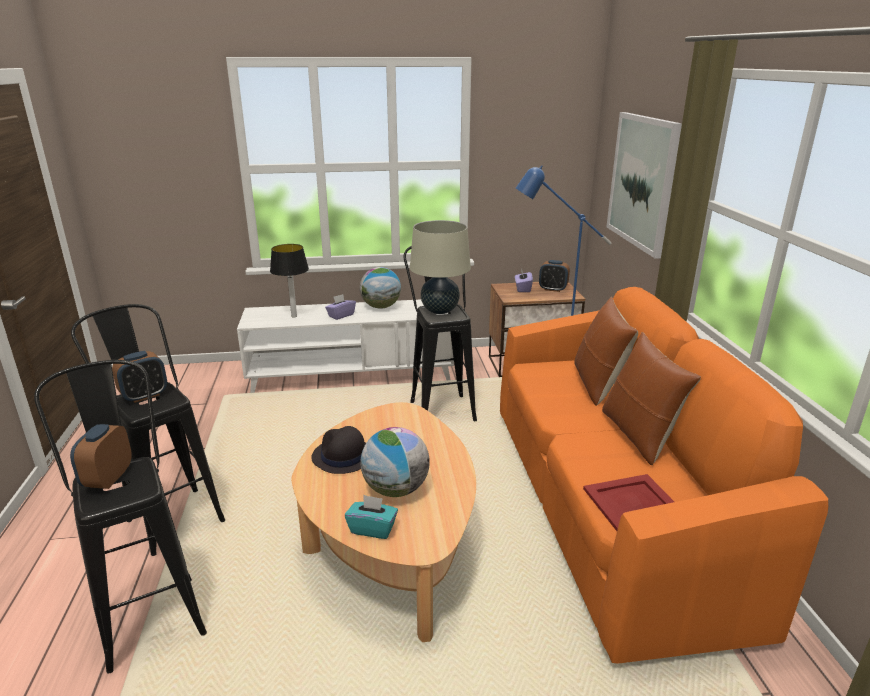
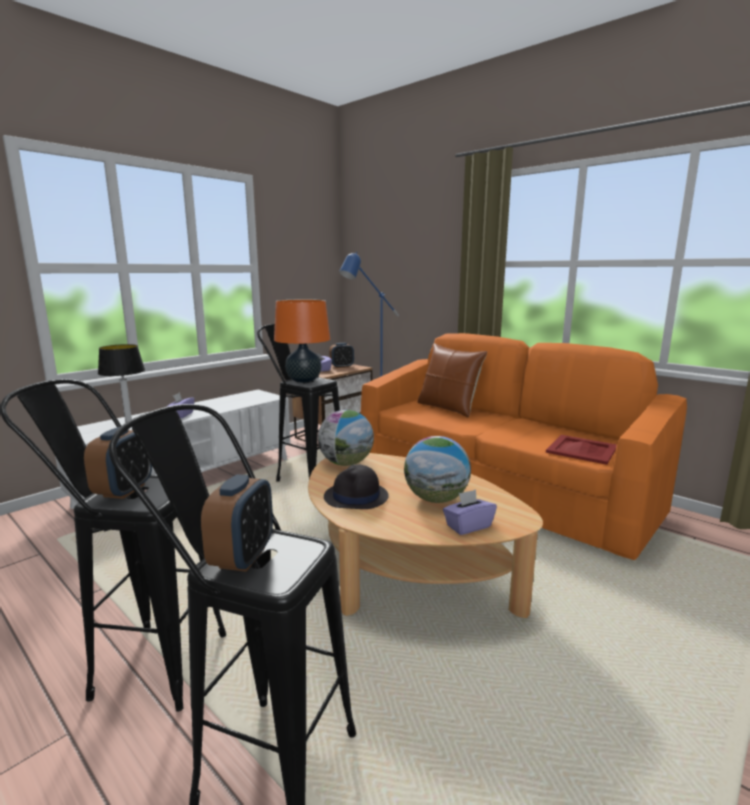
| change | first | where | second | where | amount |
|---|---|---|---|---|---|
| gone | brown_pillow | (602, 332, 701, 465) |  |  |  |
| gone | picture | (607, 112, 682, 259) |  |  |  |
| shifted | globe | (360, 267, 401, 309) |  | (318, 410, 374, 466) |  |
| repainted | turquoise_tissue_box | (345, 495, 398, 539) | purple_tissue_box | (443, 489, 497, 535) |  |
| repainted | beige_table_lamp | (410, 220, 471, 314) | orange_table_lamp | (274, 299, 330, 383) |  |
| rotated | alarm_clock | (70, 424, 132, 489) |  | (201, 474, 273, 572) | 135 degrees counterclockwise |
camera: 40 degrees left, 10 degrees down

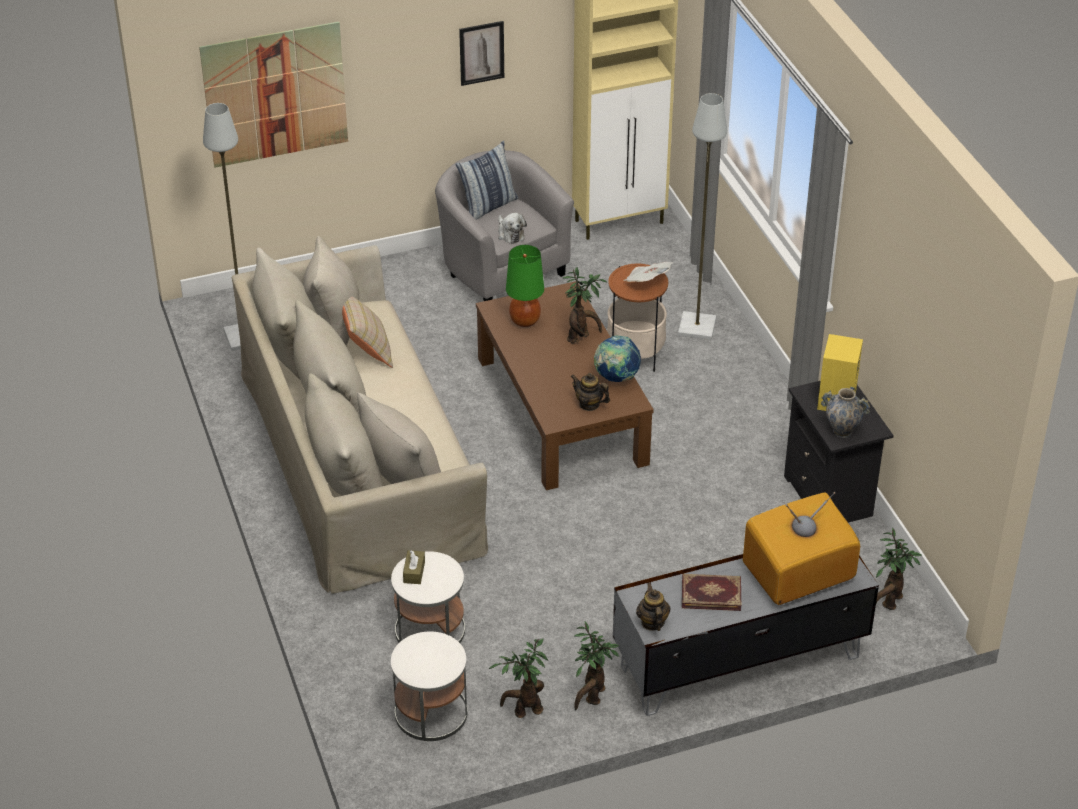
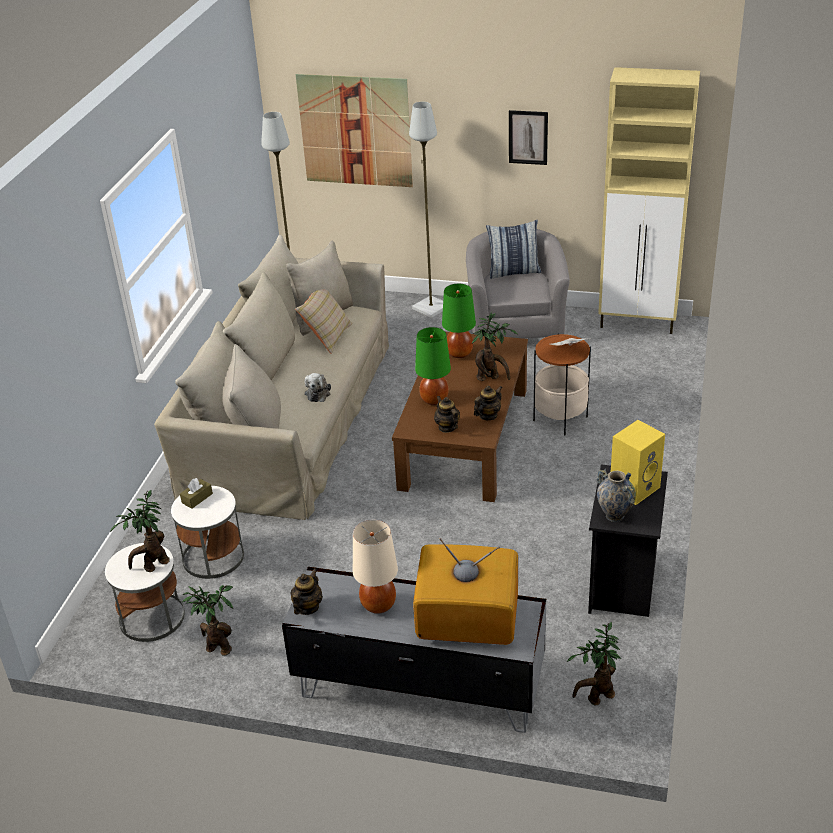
| change | first | where | second | where | amount |
|---|---|---|---|---|---|
| new |  |  | green_table_lamp | (415, 327, 451, 405) |  |
| shifted | plush_toy | (498, 213, 527, 244) |  | (305, 373, 331, 402) |  |
| shifted | potted_plant | (574, 621, 620, 711) |  | (110, 490, 170, 572) |  |
| shifted | grey_floor_lamp | (678, 93, 727, 340) |  | (409, 102, 443, 318) |  |
| swapped | globe | (594, 336, 641, 382) | teapot | (474, 386, 503, 420) |  |
| swapped | book | (682, 574, 741, 611) | beige_table_lamp | (353, 520, 398, 614) |  |
camera: 35 degrees right, 5 degrees down

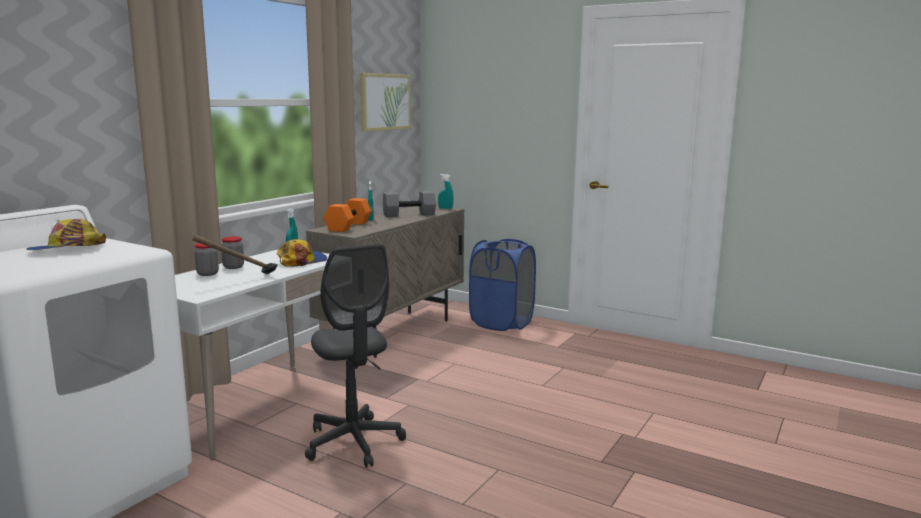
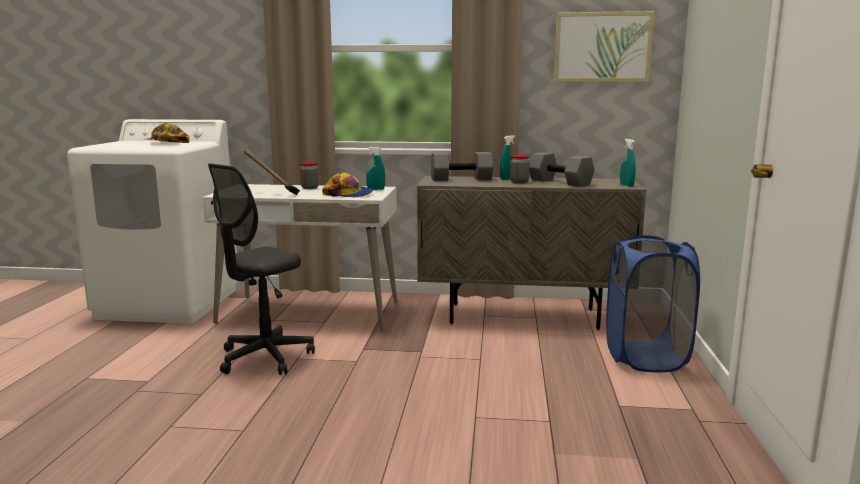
| change | first | where | second | where | amount |
|---|---|---|---|---|---|
| shifted | jar | (194, 243, 219, 276) |  | (510, 155, 530, 184) |  |
| repainted | orange_dumbbell | (323, 198, 372, 232) | grey_dumbbell | (431, 152, 493, 181) |  |
camera: 65 degrees right, 0 degrees up

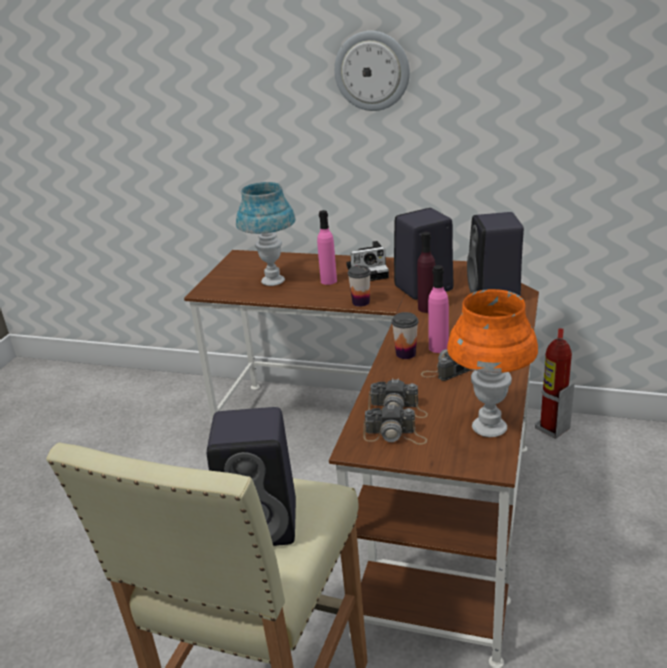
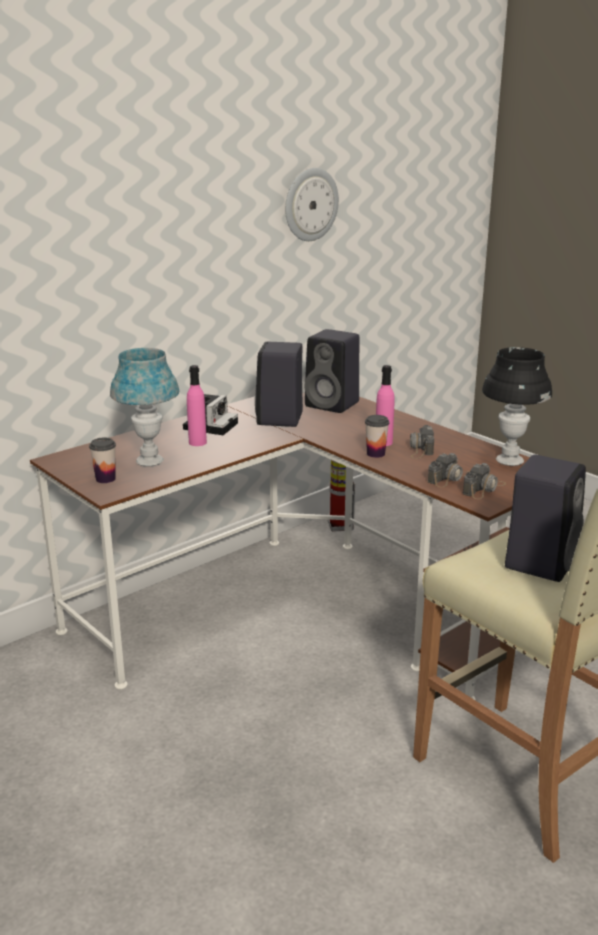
| change | first | where | second | where | amount |
|---|---|---|---|---|---|
| gone | purple_bottle | (417, 232, 436, 313) |  |  |  |
| shifted | wall_clock | (334, 31, 410, 111) |  | (285, 168, 339, 241) |  |
| shifted | cup | (348, 265, 371, 307) |  | (89, 438, 116, 483) |  |
| repainted | orange_table_lamp | (447, 289, 538, 437) | black_table_lamp | (482, 347, 552, 466) |  |
camera: 60 degrees left, 5 degrees down

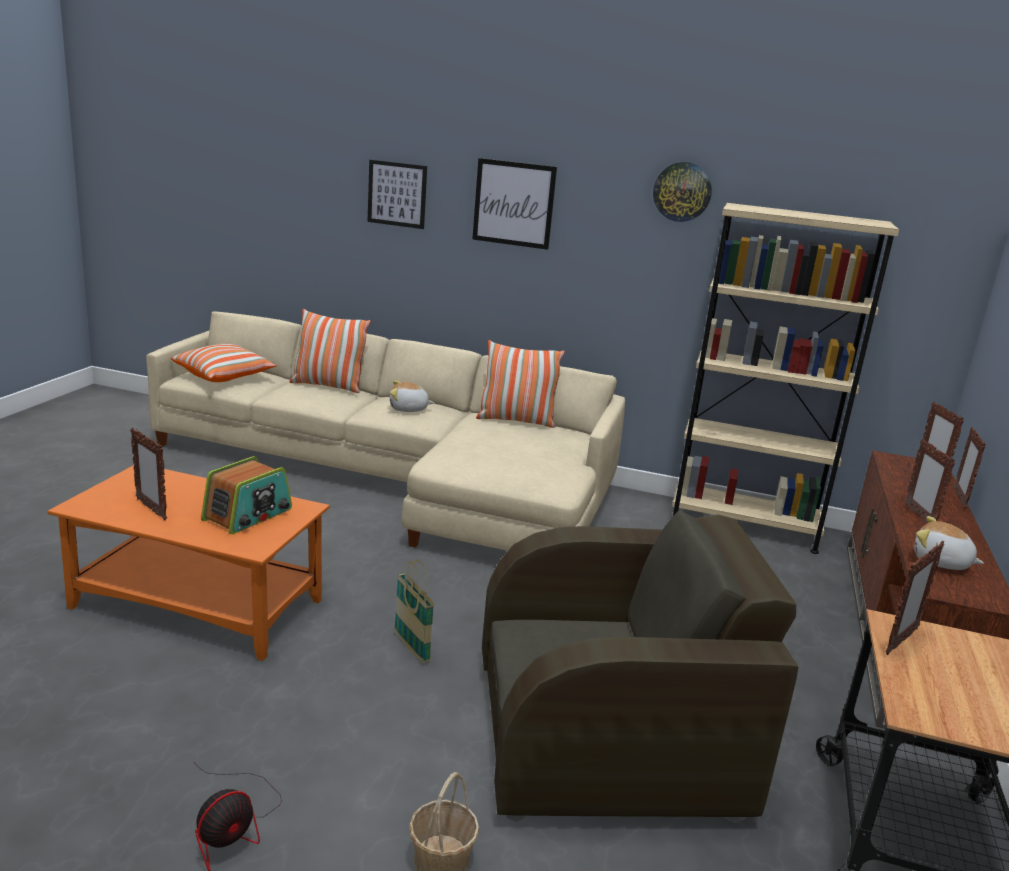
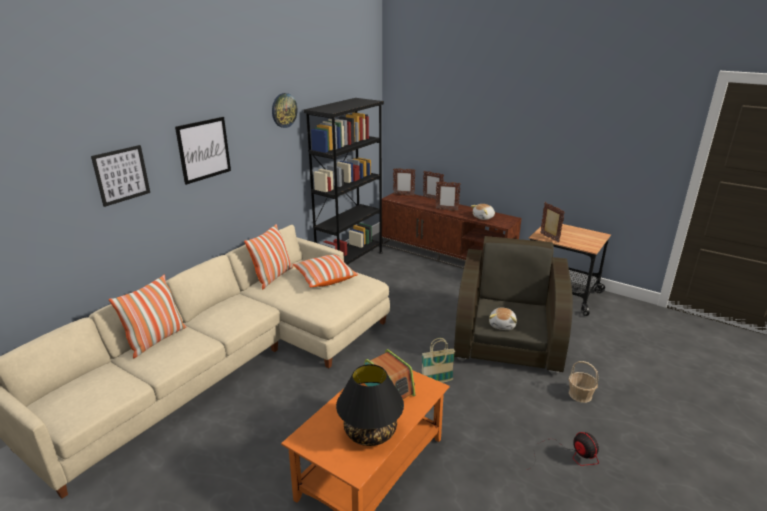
| change | first | where | second | where | amount |
|---|---|---|---|---|---|
| shifted | pillow | (171, 344, 277, 382) |  | (293, 254, 358, 287) |  |
| shifted | plush_toy | (390, 380, 434, 412) |  | (489, 308, 517, 330) |  |
| swapped | picture_frame | (130, 428, 167, 520) | black_table_lamp | (336, 364, 404, 446) |  |
| repainted | beige_bookcase | (672, 203, 899, 554) | black_bookcase | (304, 98, 384, 265) |  |
camera: 70 degrees left, 5 degrees up

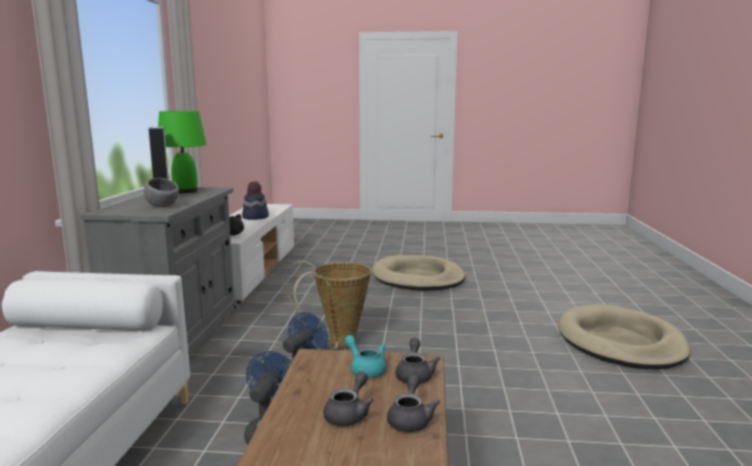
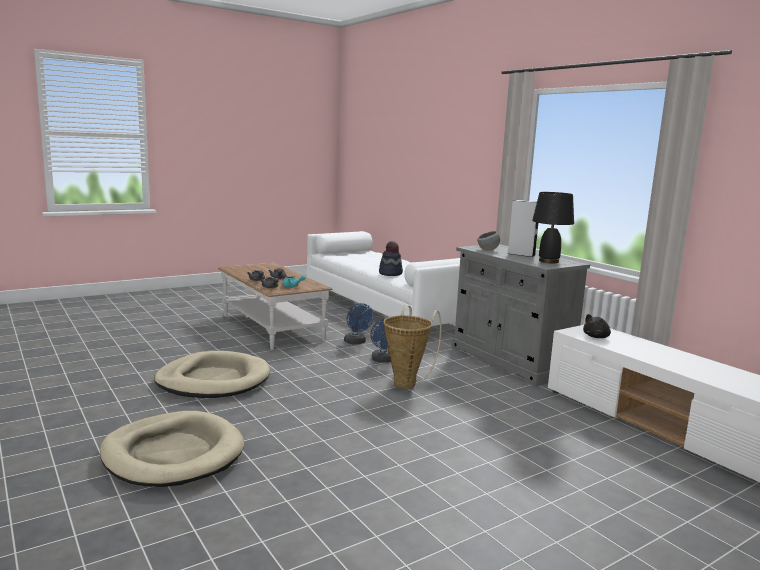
| change | first | where | second | where | amount |
|---|---|---|---|---|---|
| shifted | hat | (242, 182, 269, 220) |  | (379, 241, 403, 276) |  |
| shifted | beige_dog_bed | (372, 255, 465, 291) |  | (154, 351, 270, 398) |  |
| repainted | green_table_lamp | (158, 111, 207, 193) | black_table_lamp | (532, 192, 574, 263) |  |
camera: 140 degrees right, 0 degrees up

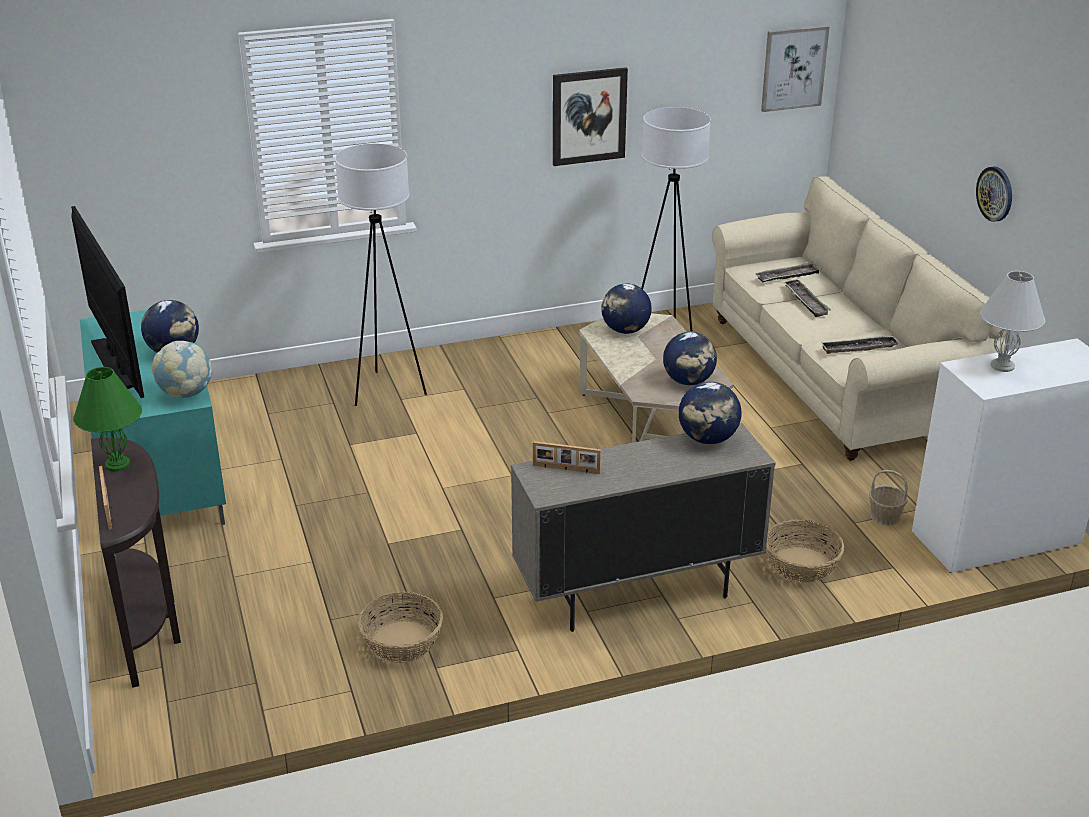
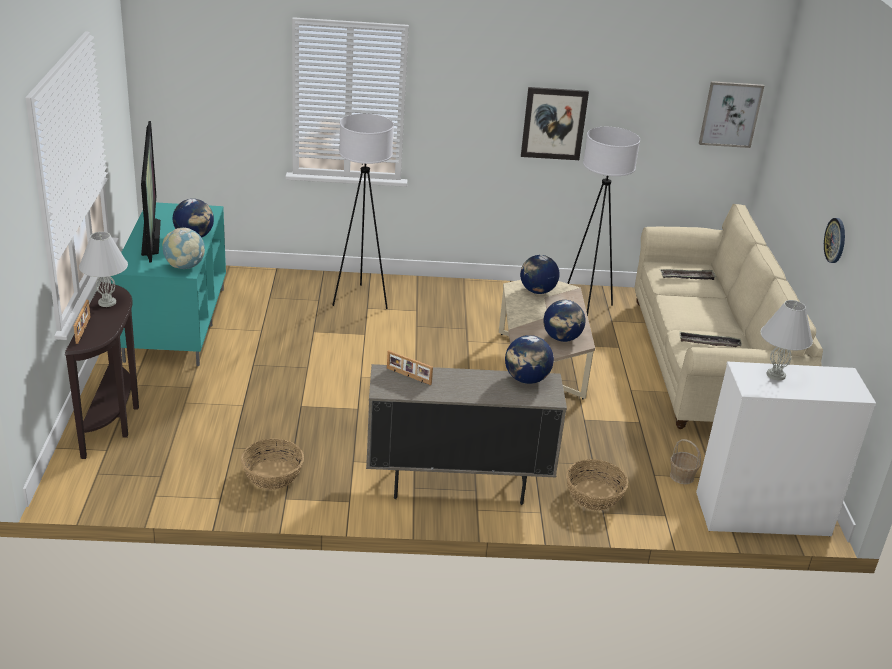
| change | first | where | second | where | amount |
|---|---|---|---|---|---|
| gone | tray | (783, 279, 831, 317) |  |  |  |
| repainted | green_table_lamp | (73, 367, 142, 472) | white_table_lamp | (79, 232, 128, 307) |  |
camera: 15 degrees right, 0 degrees up

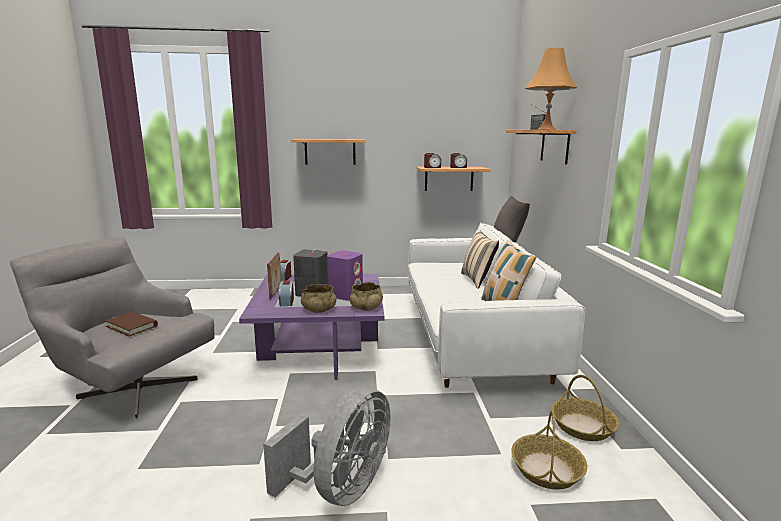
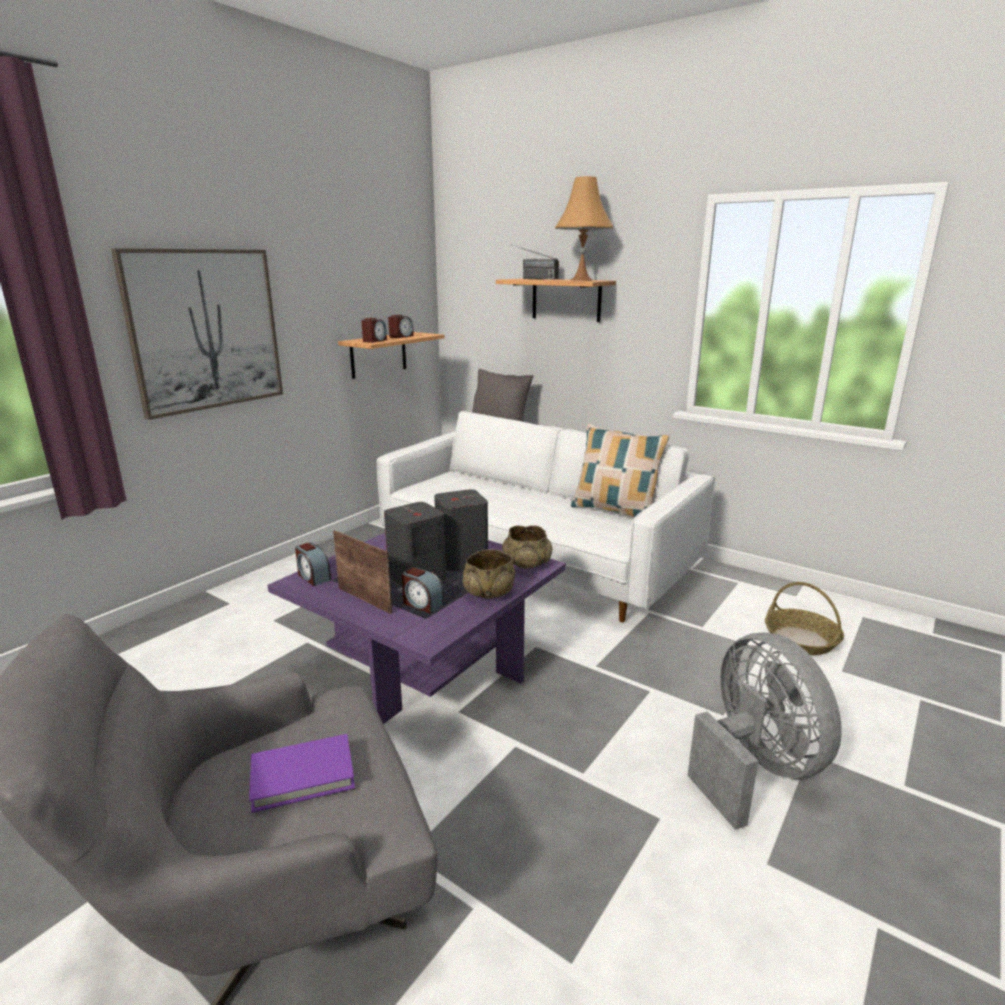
| change | first | where | second | where | amount |
|---|---|---|---|---|---|
| gone | beige_pillow | (461, 230, 499, 289) |  |  |  |
| gone | basket | (551, 375, 619, 441) |  |  |  |
| swapped | shelf | (291, 139, 365, 165) | picture | (111, 248, 283, 420) |  |
| repainted | brown_book | (105, 312, 158, 337) | purple_book | (249, 734, 355, 813) |  |
| repainted | purple_speaker | (327, 250, 363, 301) | grey_speaker | (434, 489, 488, 571) |  |
camera: 50 degrees left, 5 degrees up

